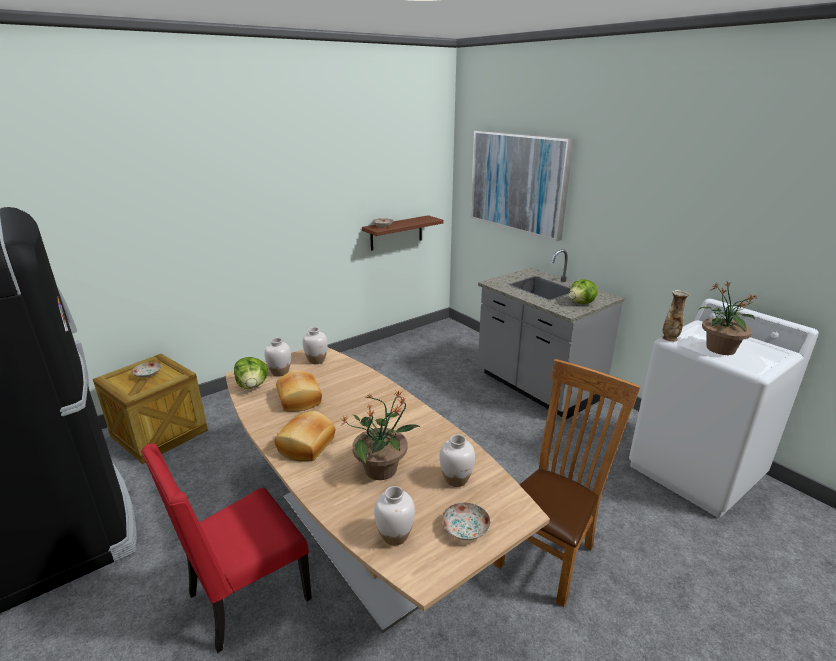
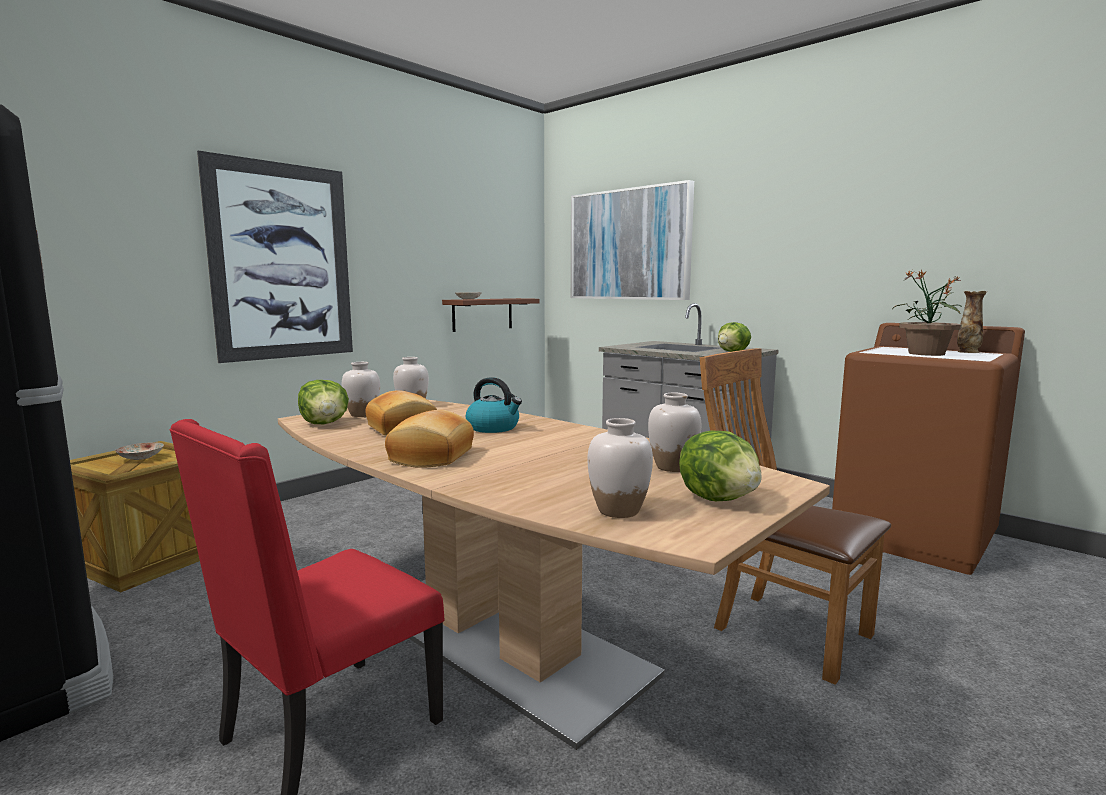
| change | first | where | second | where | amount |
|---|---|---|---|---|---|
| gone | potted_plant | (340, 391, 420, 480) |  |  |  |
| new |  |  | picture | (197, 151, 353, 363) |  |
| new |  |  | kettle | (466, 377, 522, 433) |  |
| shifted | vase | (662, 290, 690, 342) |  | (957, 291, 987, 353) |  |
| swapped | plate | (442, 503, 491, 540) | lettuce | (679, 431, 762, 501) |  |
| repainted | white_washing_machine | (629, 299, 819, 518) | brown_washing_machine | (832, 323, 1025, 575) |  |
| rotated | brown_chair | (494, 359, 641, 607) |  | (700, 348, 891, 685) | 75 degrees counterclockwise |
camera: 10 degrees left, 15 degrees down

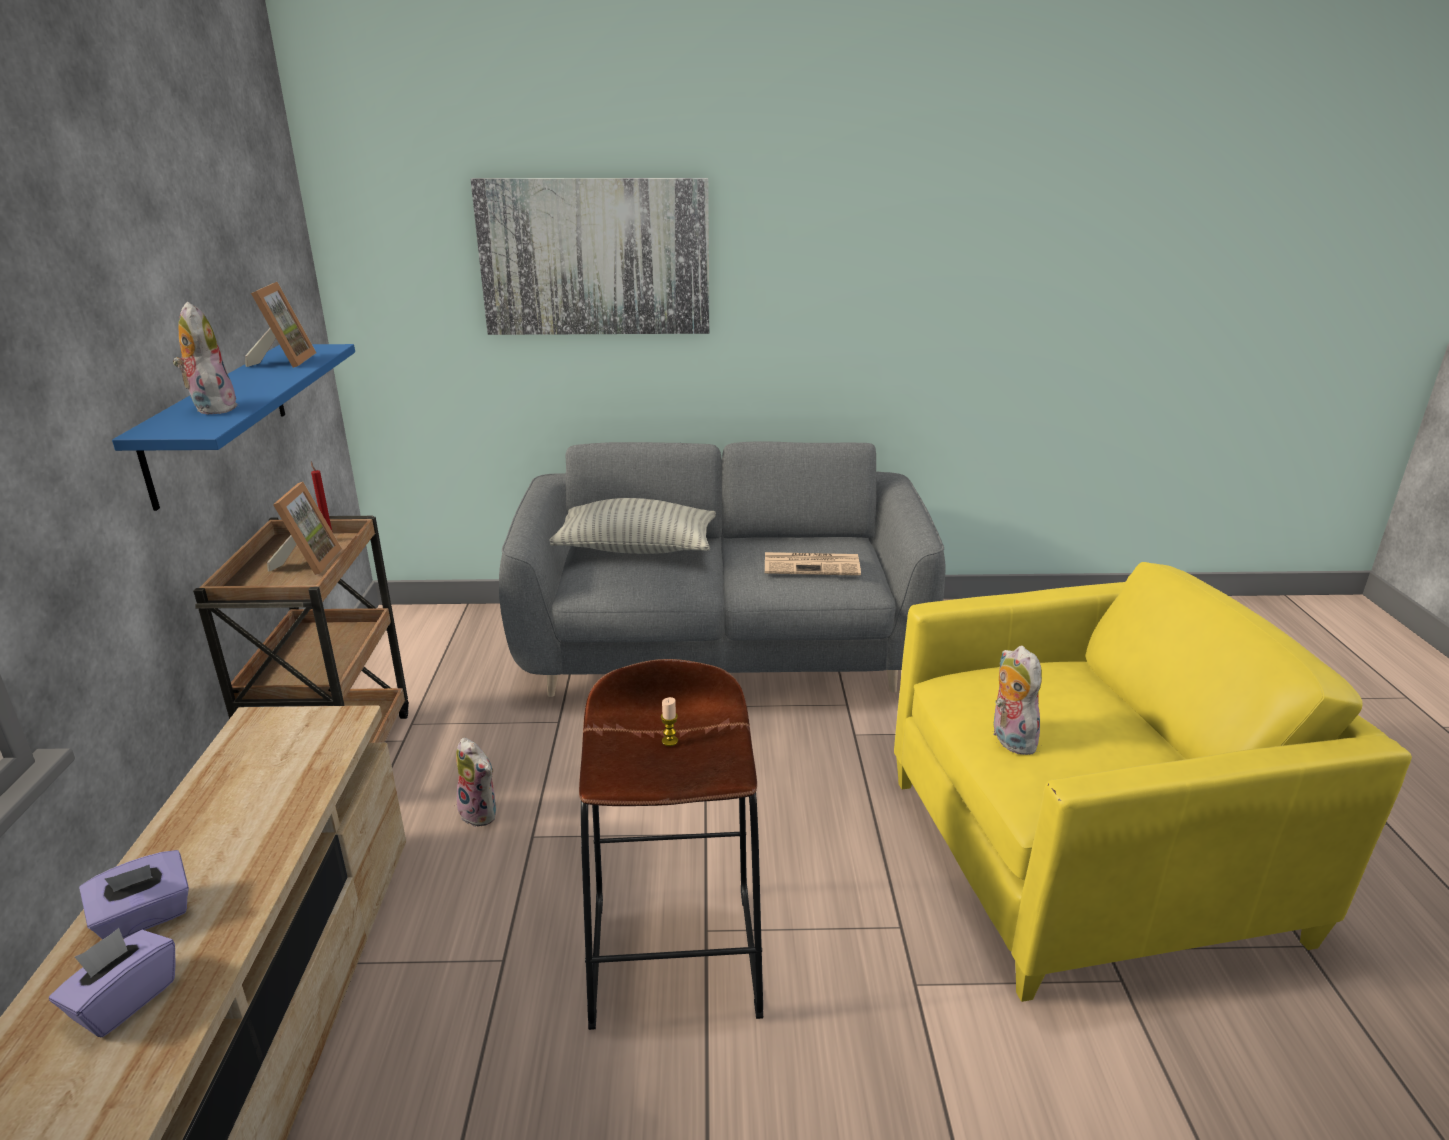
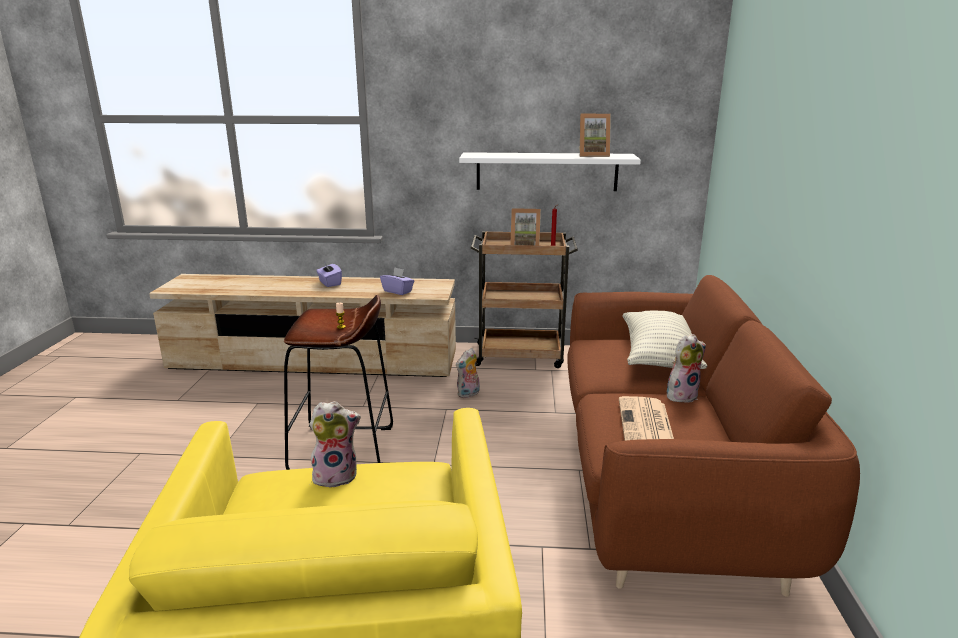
| change | first | where | second | where | amount |
|---|---|---|---|---|---|
| gone | picture | (471, 178, 709, 335) |  |  |  |
| shifted | purple_tissue_box | (49, 928, 176, 1037) |  | (380, 267, 414, 295) |  |
| shifted | plush_toy | (173, 302, 238, 415) |  | (667, 334, 706, 403) |  |
| repainted | blue_shelf | (112, 344, 355, 511) | white_shelf | (459, 152, 641, 191) |  |
| repainted | grey_sofa | (499, 441, 946, 697) | brown_sofa | (567, 275, 860, 597) |  |
camera: 95 degrees right, 5 degrees down

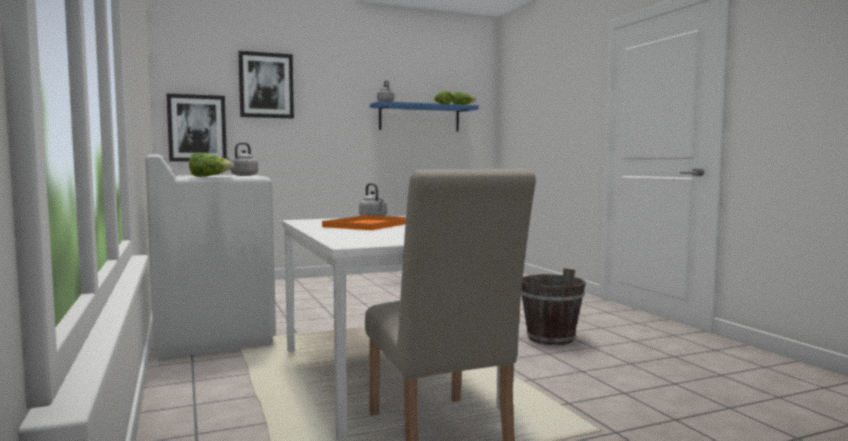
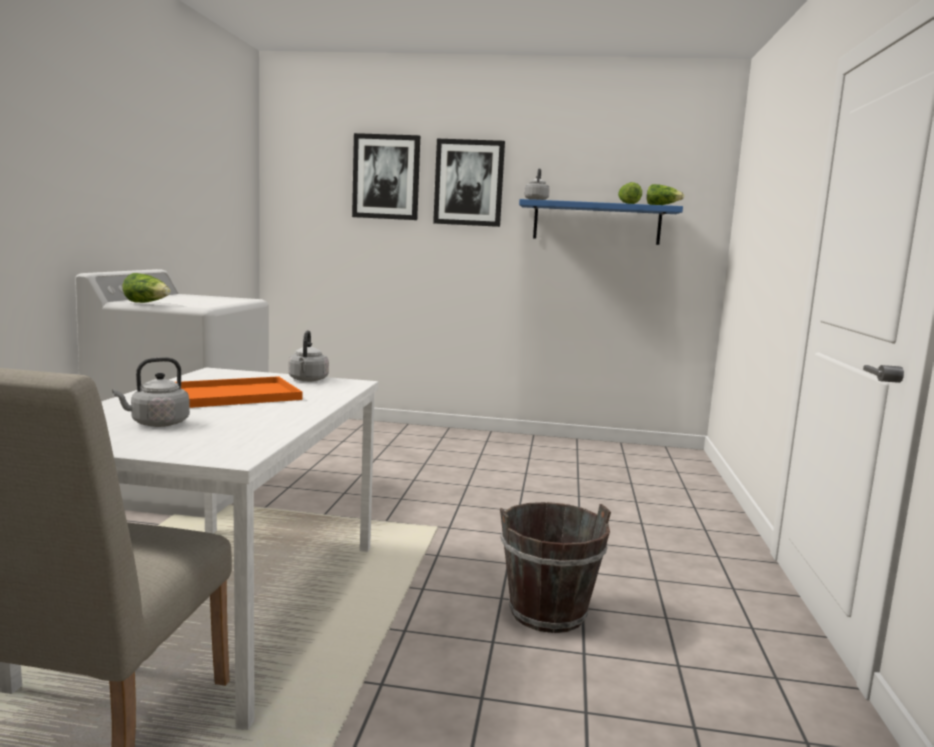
| change | first | where | second | where | amount |
|---|---|---|---|---|---|
| shifted | picture | (167, 94, 227, 162) |  | (433, 139, 505, 227) |  |
| shifted | grey_kettle | (226, 142, 258, 176) |  | (112, 357, 190, 427) |  |
camera: 30 degrees right, 5 degrees up

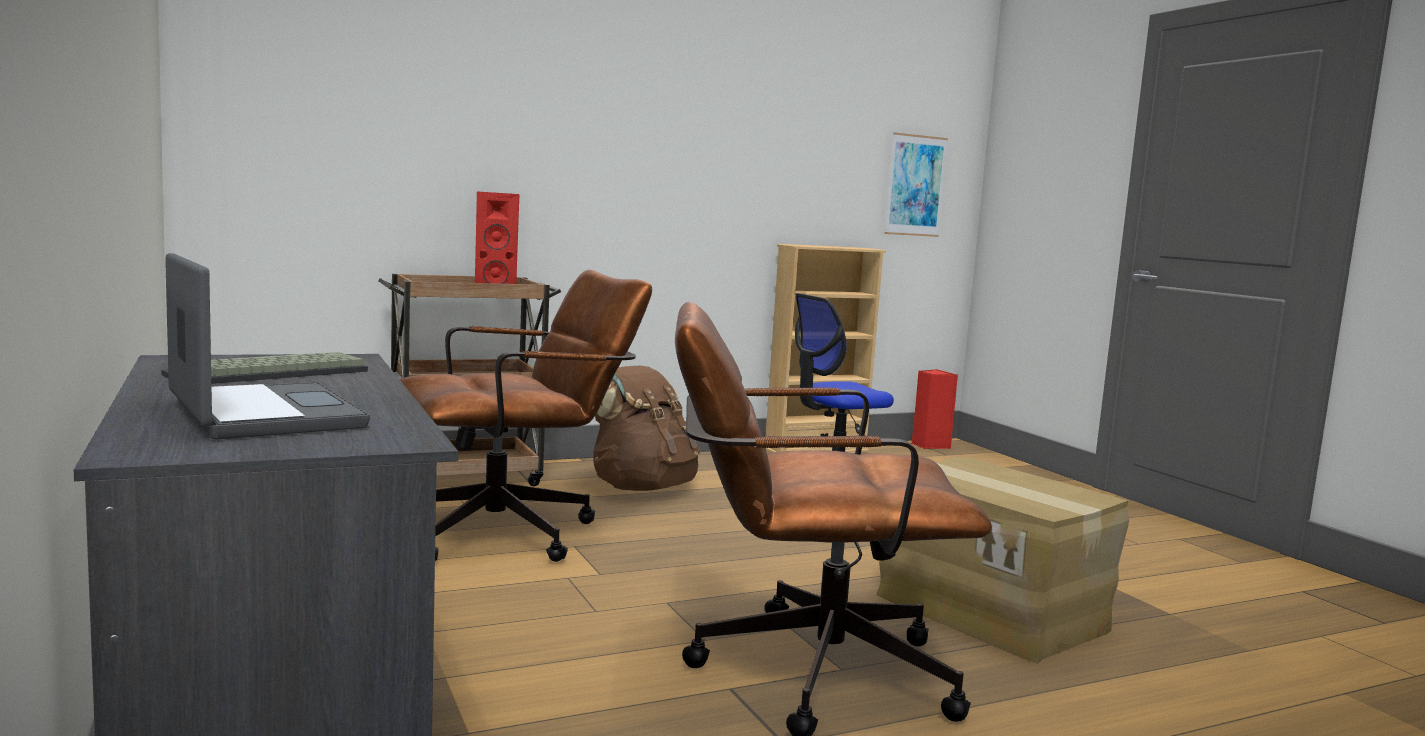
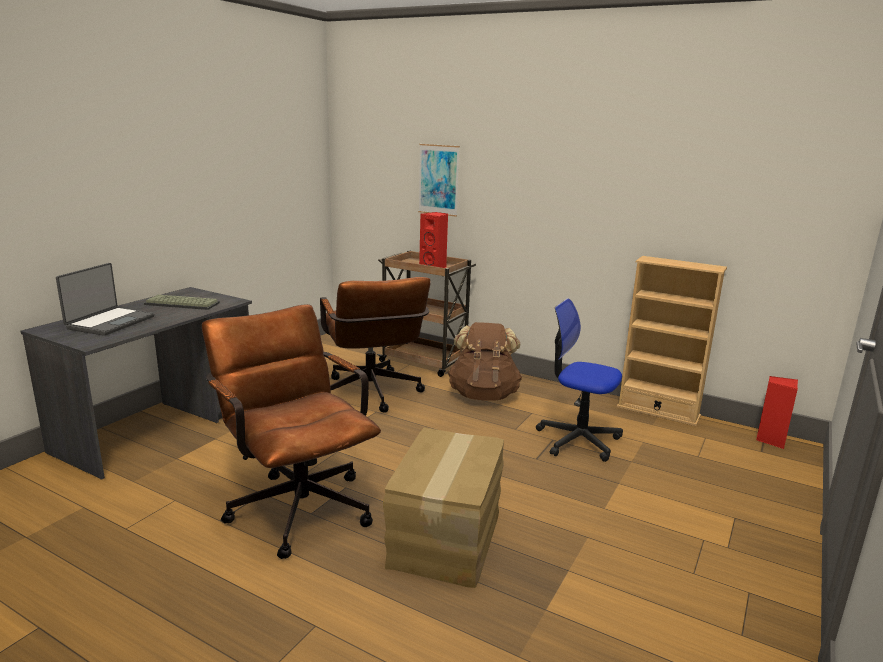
| change | first | where | second | where | amount |
|---|---|---|---|---|---|
| shifted | picture | (885, 133, 948, 237) |  | (418, 144, 460, 217) |  |
| rotated | brown_office_chair | (400, 270, 652, 562) |  | (320, 277, 431, 413) | 45 degrees clockwise |
camera: 55 degrees right, 10 degrees up

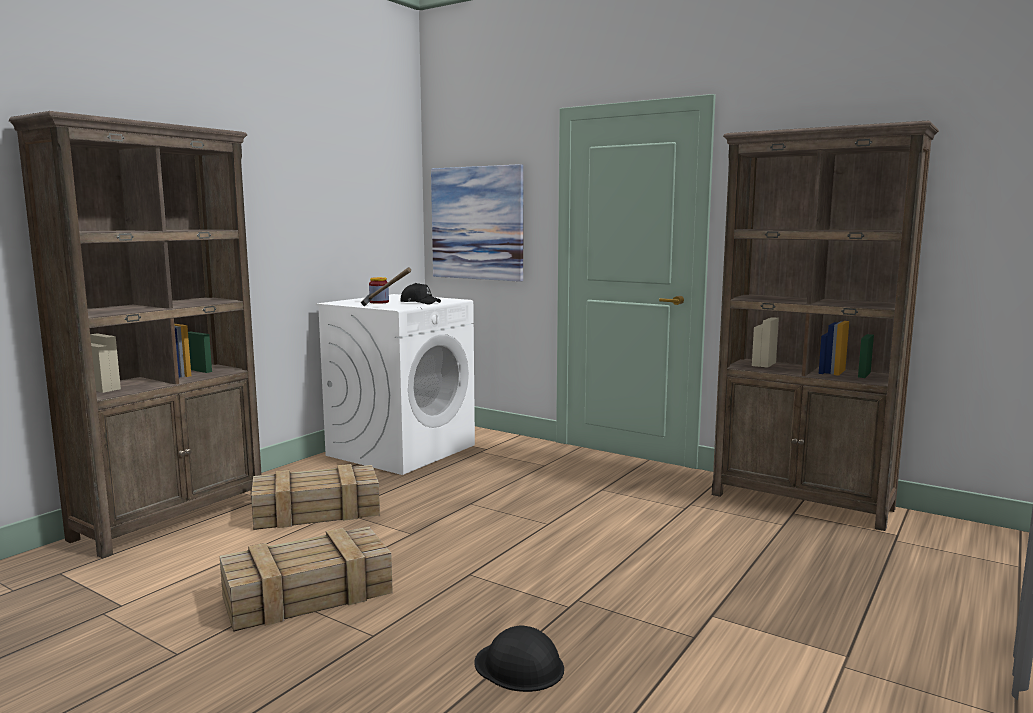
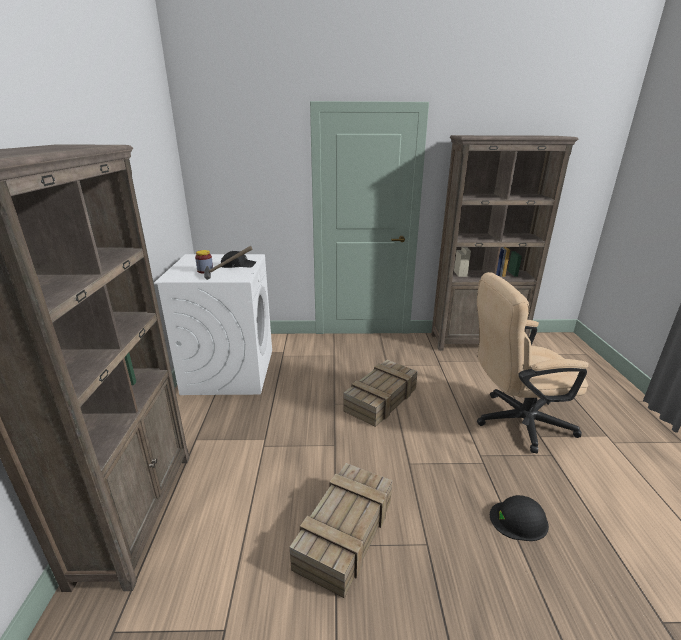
| change | first | where | second | where | amount |
|---|---|---|---|---|---|
| gone | picture | (431, 164, 524, 282) |  |  |  |
| new |  |  | beige_office_chair | (477, 272, 589, 453) |  |
| shifted | crate | (251, 464, 380, 530) |  | (343, 360, 418, 427) |  |
camera: 35 degrees left, 15 degrees up

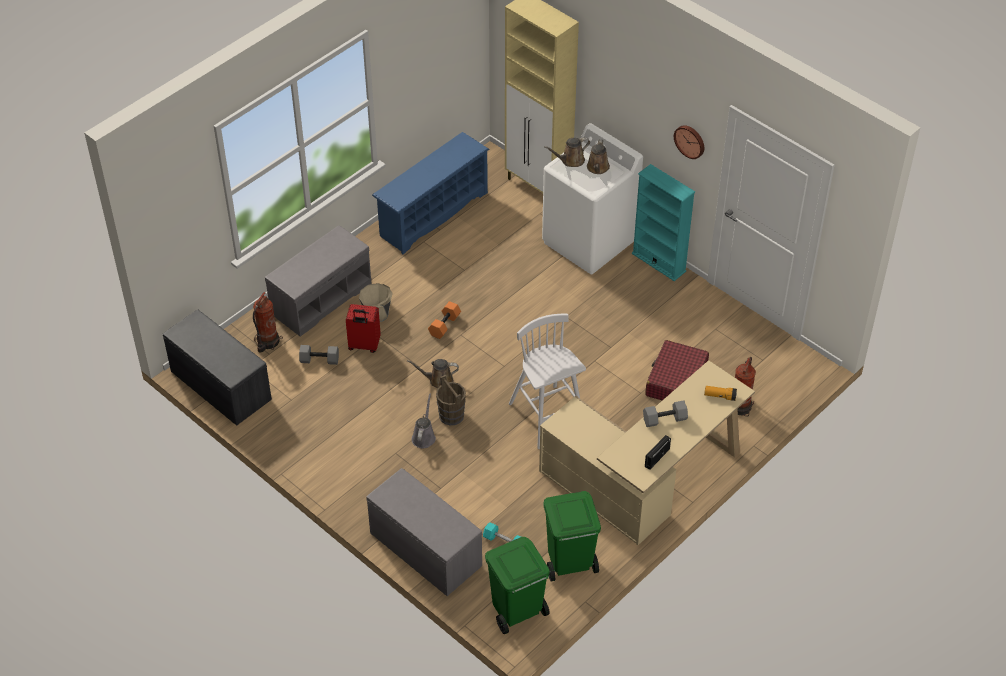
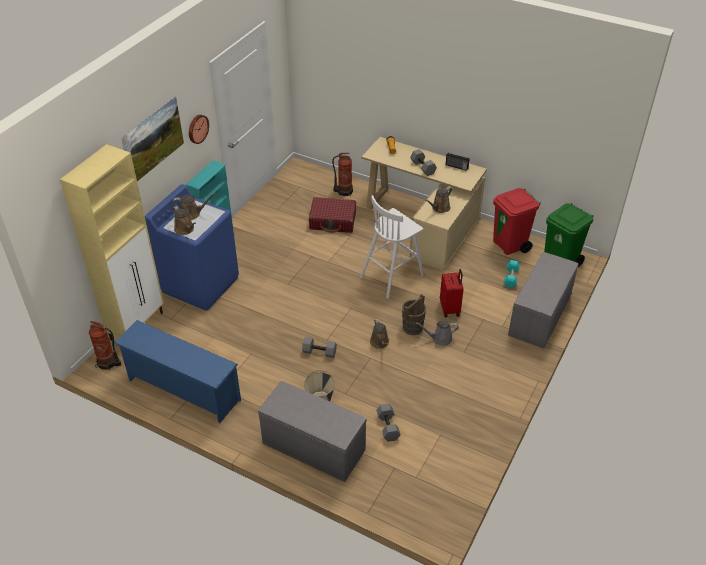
| change | first | where | second | where | amount |
|---|---|---|---|---|---|
| gone | grey_bench | (163, 310, 272, 426) |  |  |  |
| new |  |  | picture | (121, 97, 184, 182) |  |
| new |  |  | brown_watering_can | (425, 187, 452, 213) |  |
| shifted | fire_extinguisher | (253, 292, 283, 353) |  | (89, 321, 121, 370) |  |
| shifted | red_suitcase | (346, 304, 381, 353) |  | (440, 269, 464, 318) |  |
| repainted | orange_dumbbell | (428, 301, 461, 339) | grey_dumbbell | (302, 337, 337, 358) |  |
| repainted | white_washing_machine | (542, 123, 643, 274) | blue_washing_machine | (145, 184, 239, 311) |  |
| repainted | green_trash_can | (543, 491, 601, 581) | red_trash_can | (493, 188, 541, 255) |  |
camera: 105 degrees left, 5 degrees down

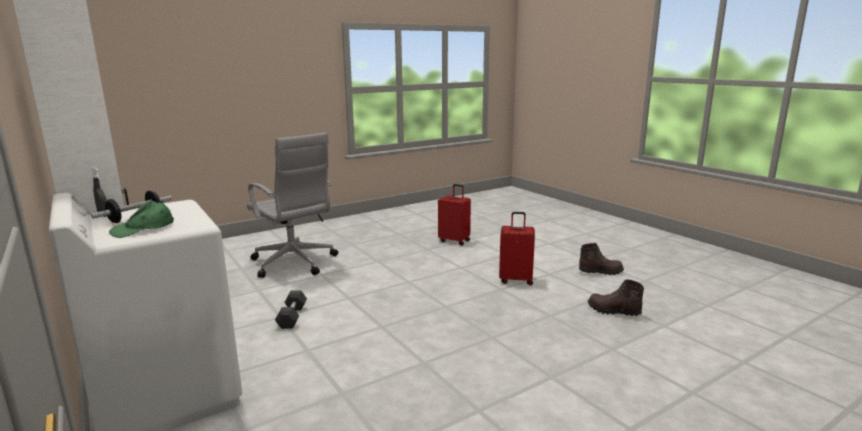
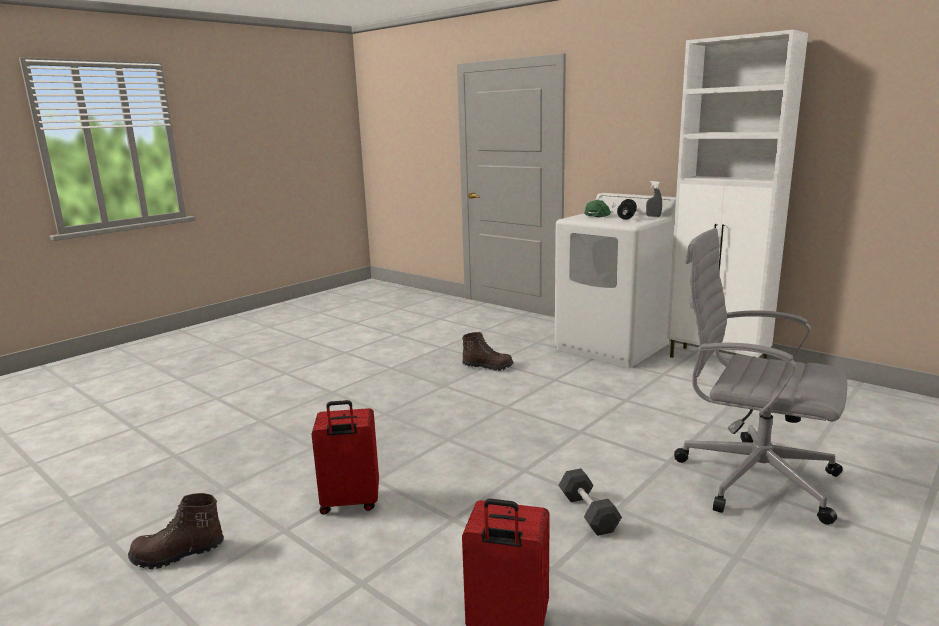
| change | first | where | second | where | amount |
|---|---|---|---|---|---|
| shifted | grey_dumbbell | (275, 290, 307, 329) |  | (559, 468, 622, 536) |  |
| shifted | brown_boot | (588, 279, 644, 316) |  | (462, 332, 514, 371) |  |
camera: 165 degrees right, 0 degrees up

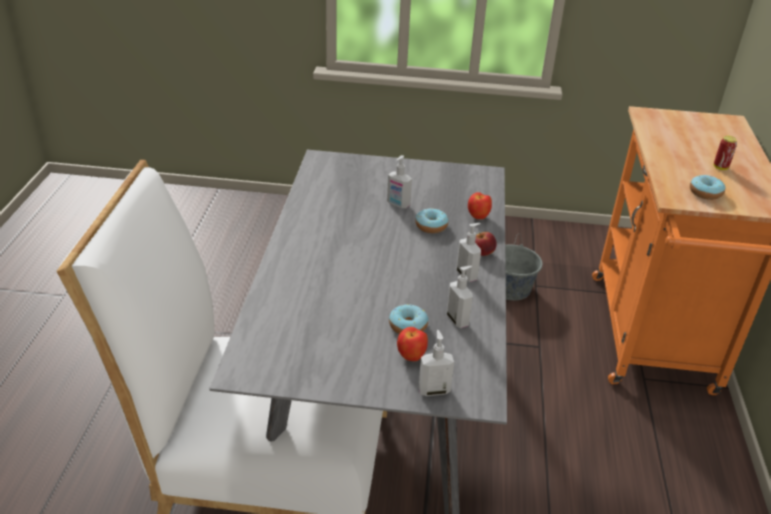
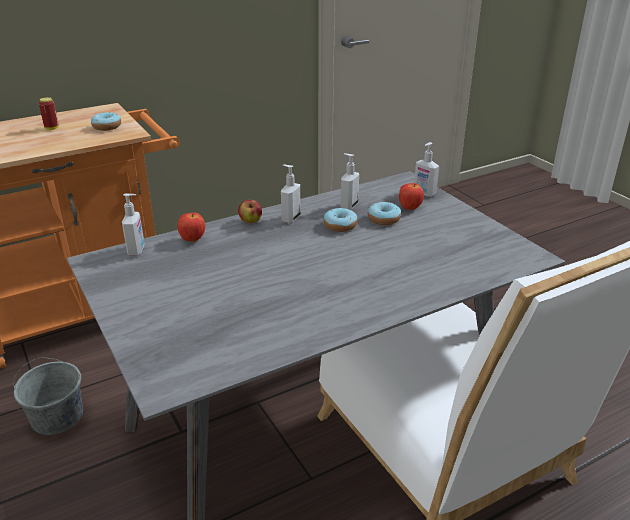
| change | first | where | second | where | amount |
|---|---|---|---|---|---|
| shifted | soap_dispenser | (387, 155, 412, 209) |  | (122, 194, 145, 256) |  |
| shifted | donut | (415, 208, 448, 233) |  | (323, 207, 358, 232) |  |
camera: 125 degrees left, 5 degrees down

